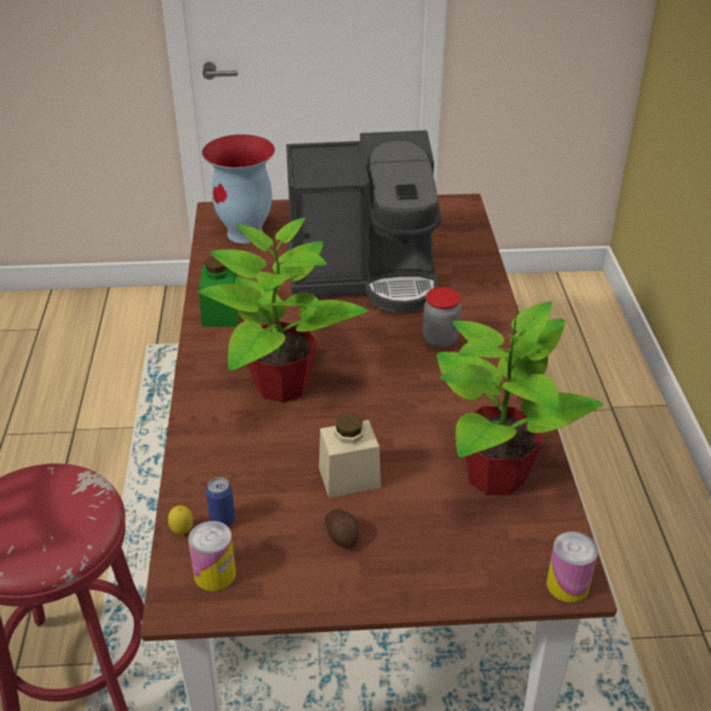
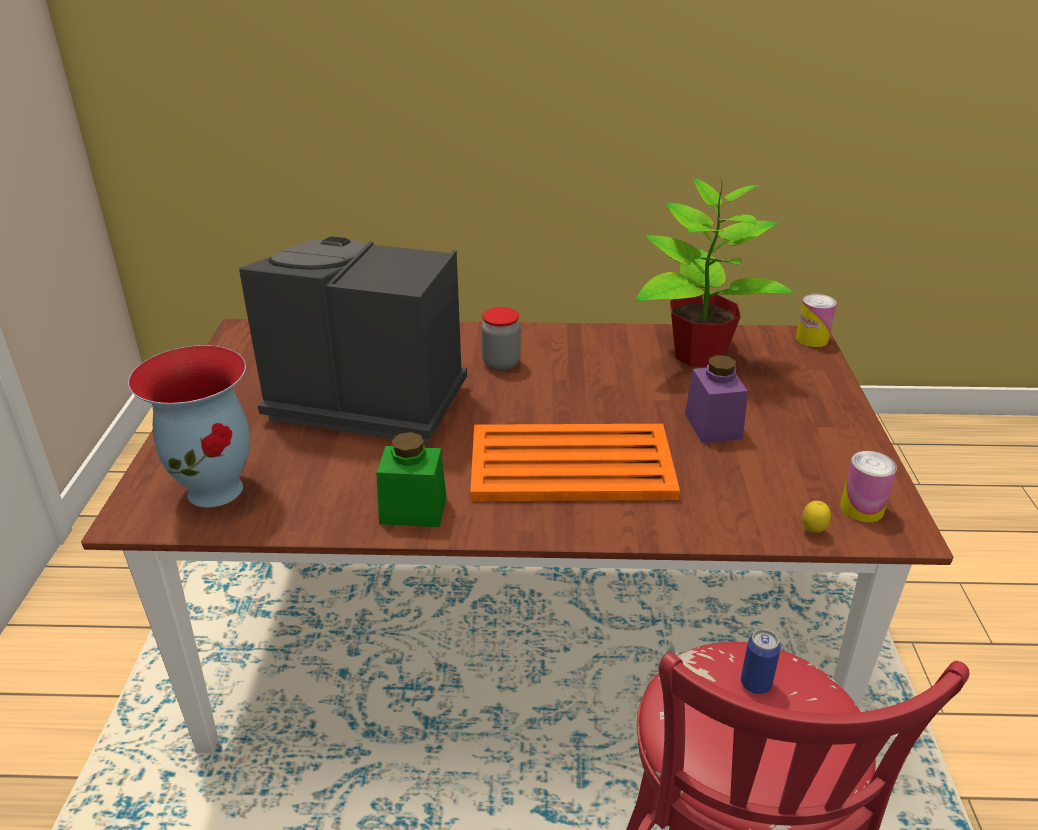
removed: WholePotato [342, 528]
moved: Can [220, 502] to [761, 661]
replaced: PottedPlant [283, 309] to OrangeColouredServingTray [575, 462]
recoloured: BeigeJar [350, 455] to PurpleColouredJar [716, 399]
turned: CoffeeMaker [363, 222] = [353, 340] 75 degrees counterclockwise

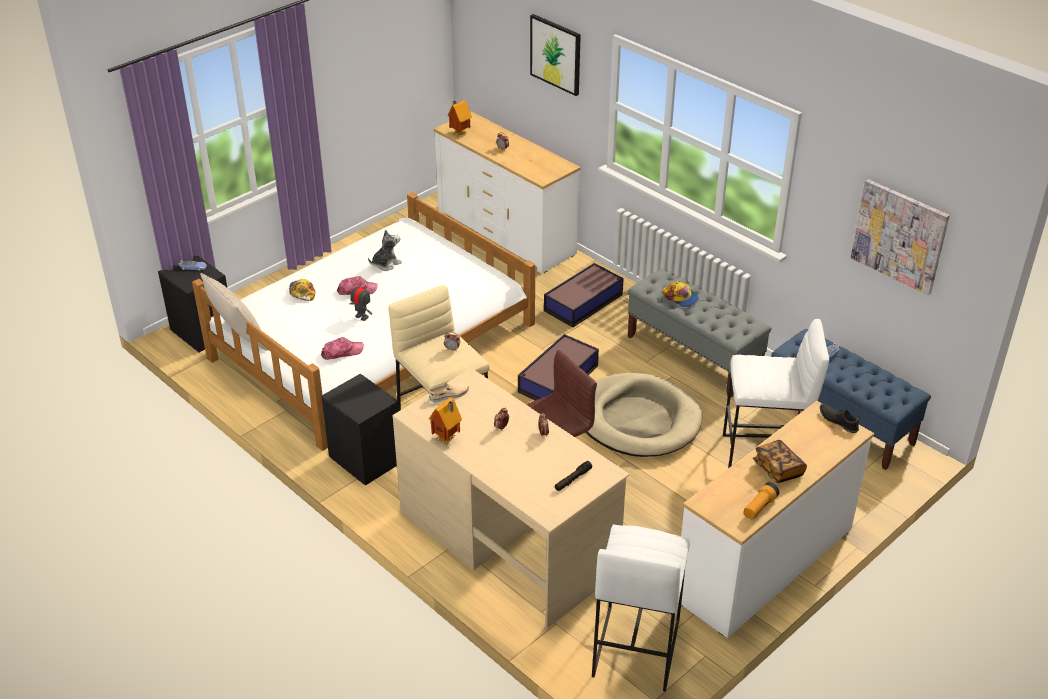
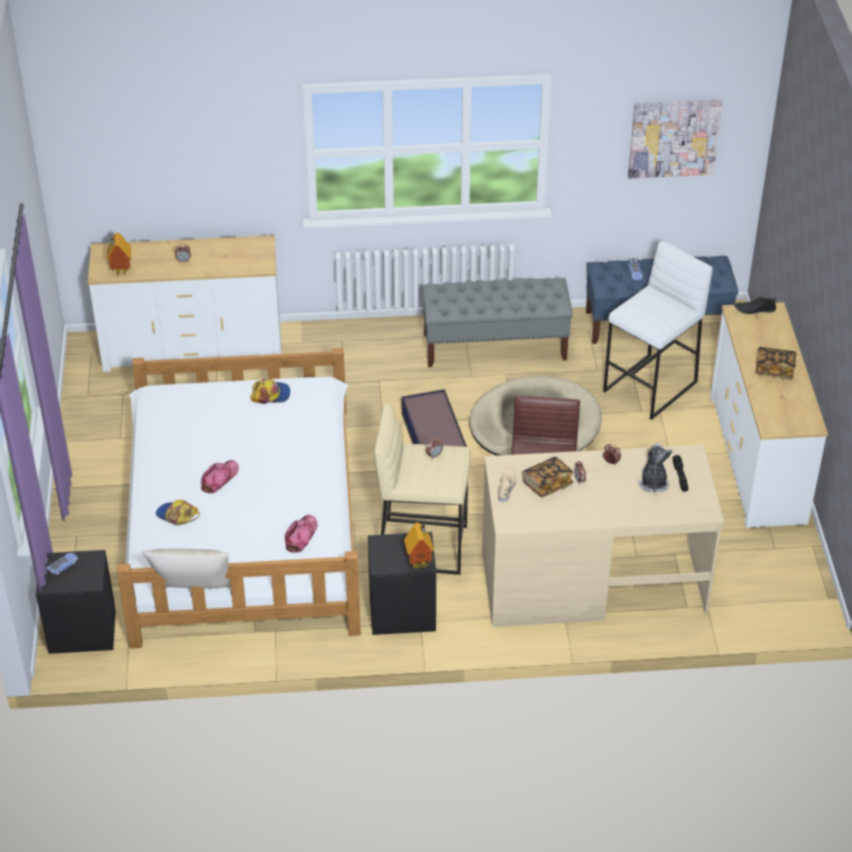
removed: ToyRobot [360, 301]; WallArt [555, 55]; StorageContainer [584, 295]; WhiteColouredSittingStool [641, 608]; HandTorch [761, 500]
added: Volume [548, 477]
moved: CuddlyToy [385, 250] to [655, 467]; ModelHouse [445, 421] to [419, 545]; BaseballCap [680, 293] to [270, 391]

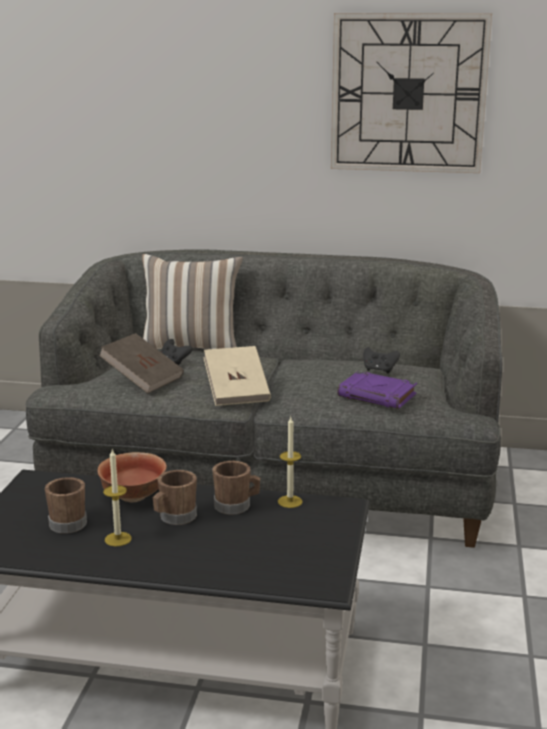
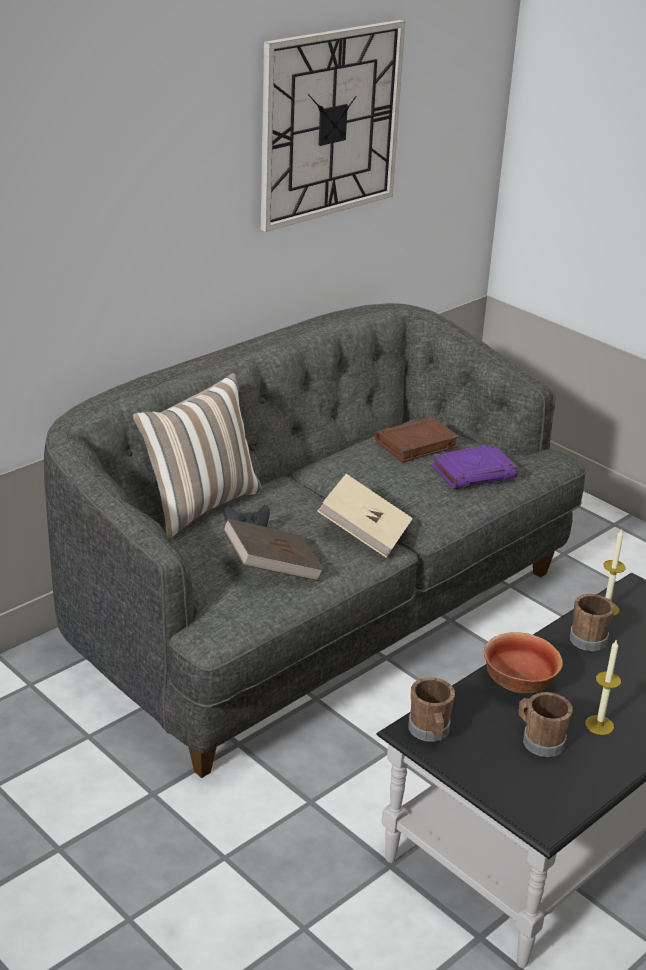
moved: BrownishTeaMug [175, 497] to [431, 709]
replaced: BlackGameController [381, 360] to BrownishVolume [417, 440]

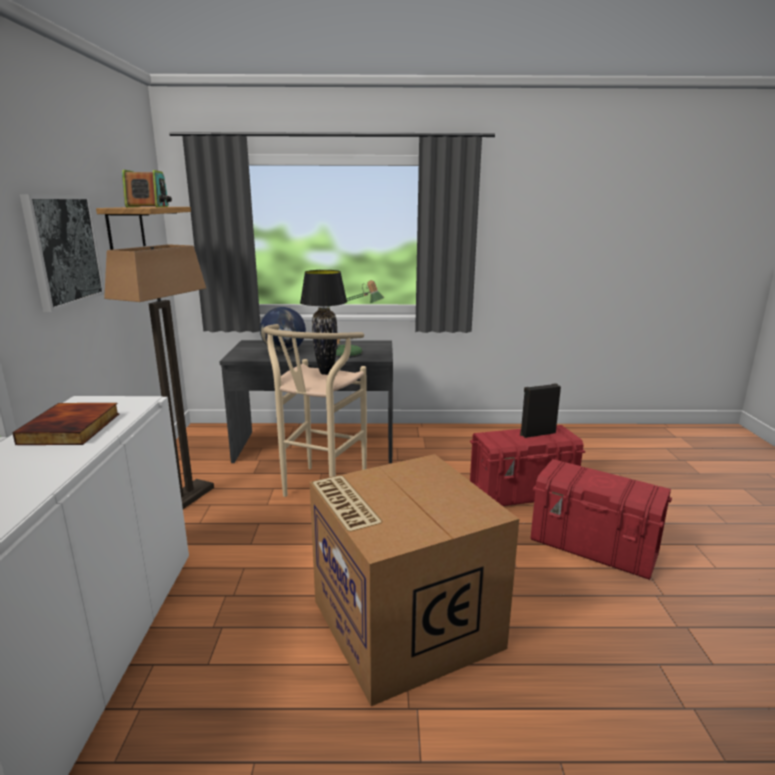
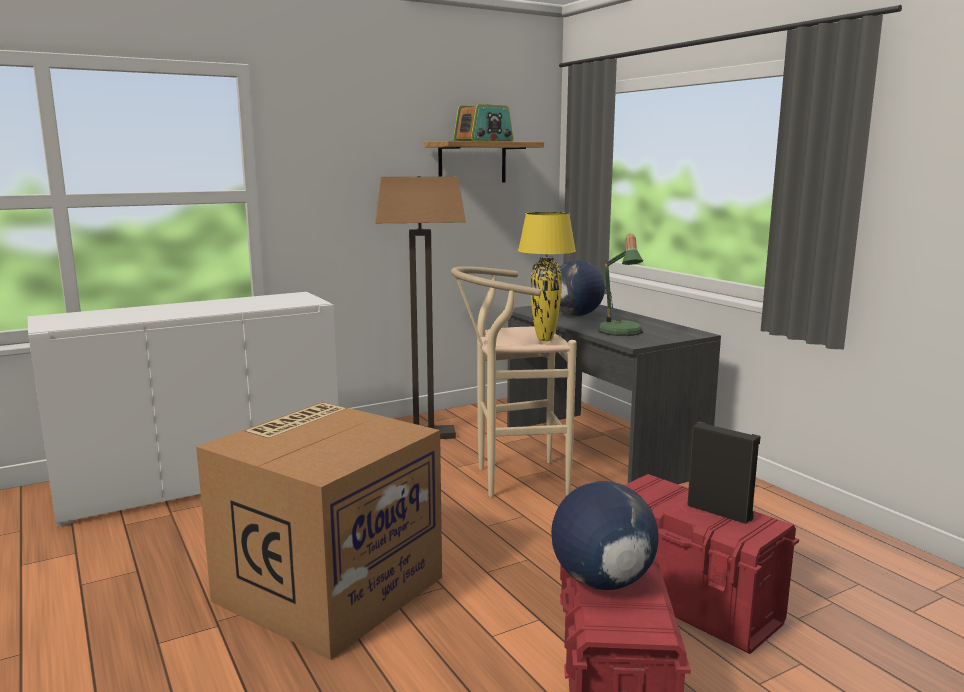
removed: Volume [65, 424]; WallArt [62, 253]
added: DeskGlobe [605, 535]
recoloured: BlackLampForATable [323, 322] to YellowLampForATable [547, 276]

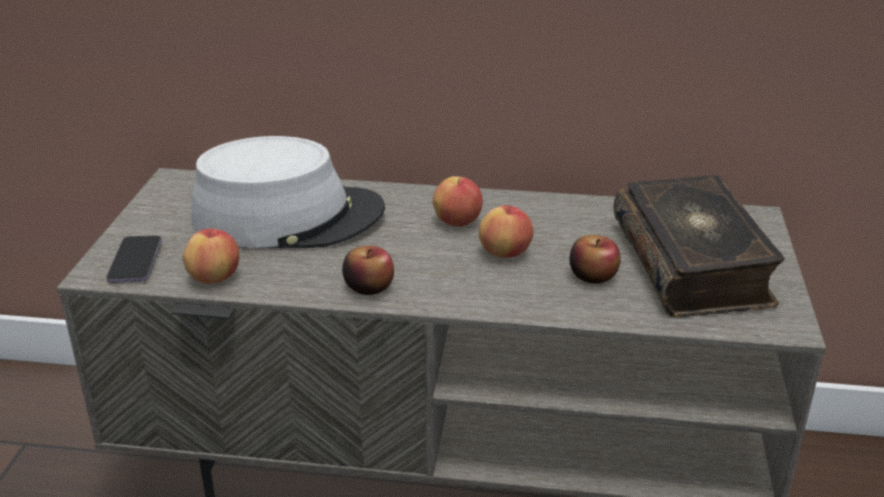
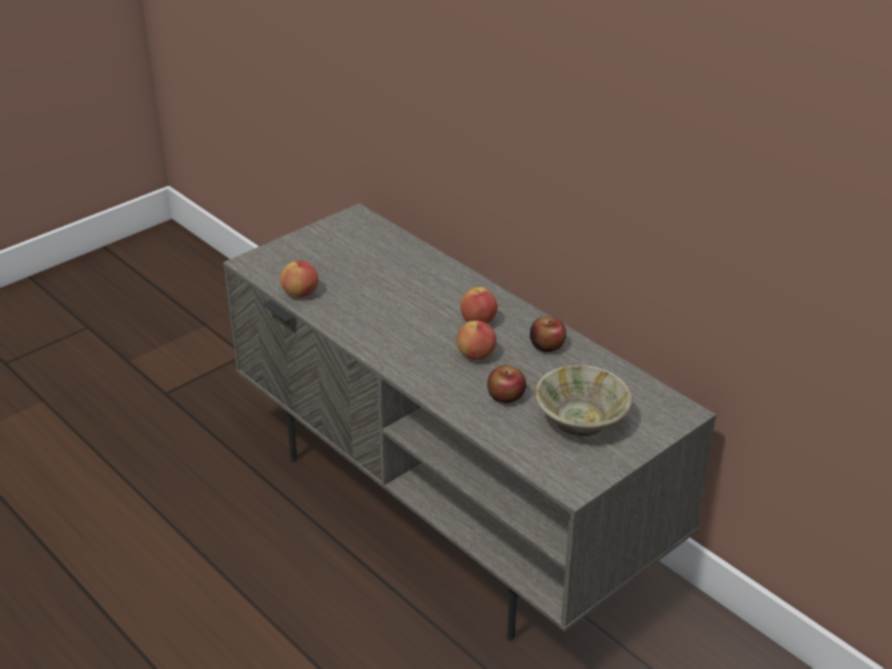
removed: Phone [134, 259]; GrayHat [288, 192]
moved: Apple [368, 270] to [548, 334]
replaced: Volume [699, 246] to BeigeBowl [583, 400]

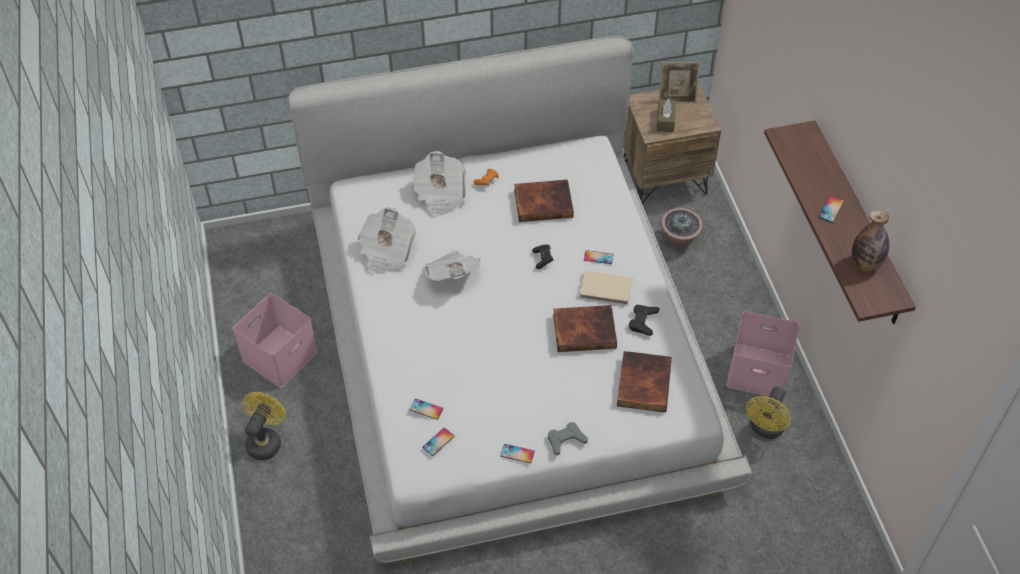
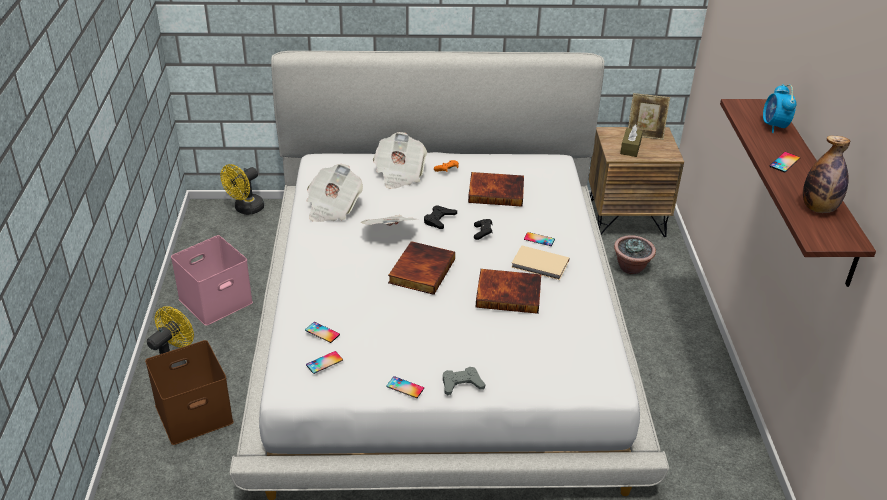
removed: PinkColouredStorageContainer [763, 354]
added: BrownishStorageContainer [189, 392]; AlarmClock [780, 108]
moved: Volume [644, 382] to [421, 267]; BlackGameController [644, 320] to [440, 217]; YellowFan [768, 413] to [242, 189]

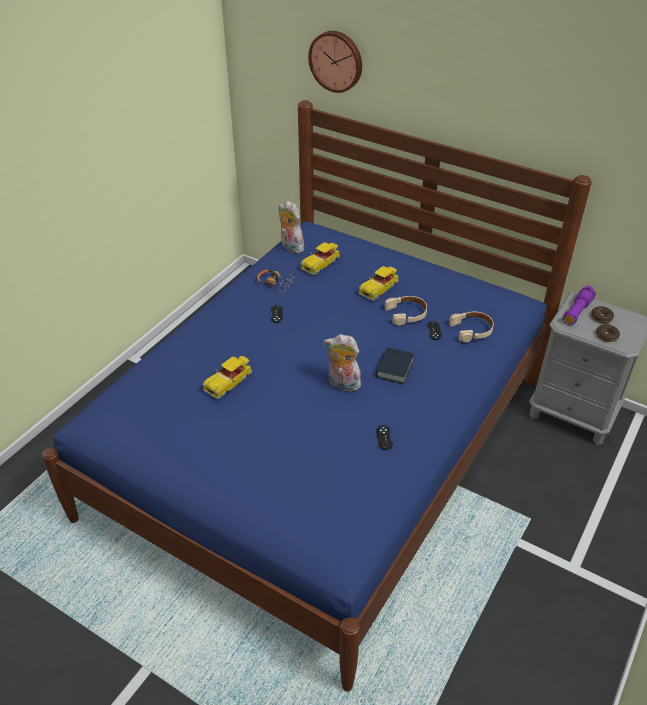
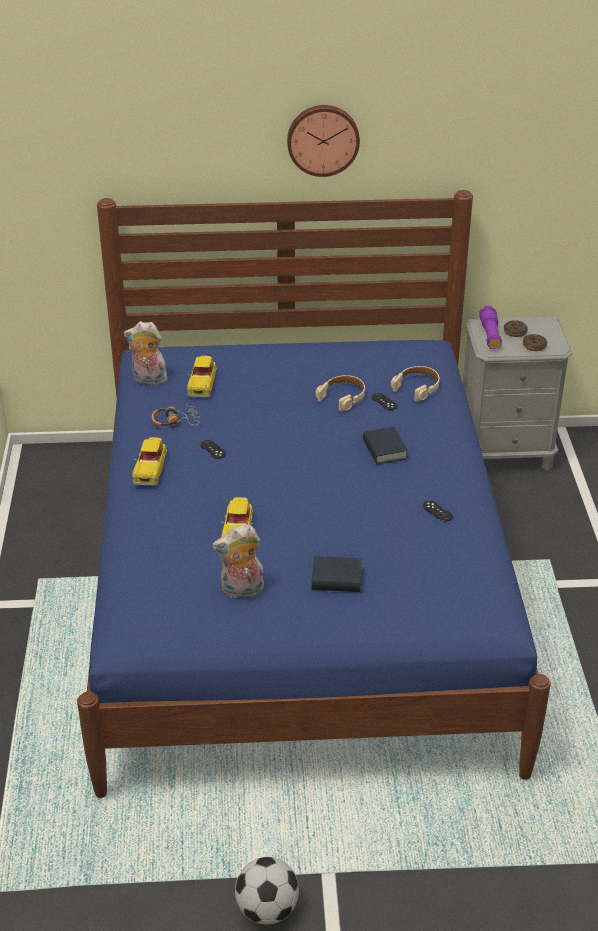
added: BallForFootball [267, 890]; Volume [336, 574]
moved: ClockOnTheWall [335, 62] to [323, 141]; CuddlyToy [342, 363] to [238, 561]; ToyCar [379, 283] to [149, 461]

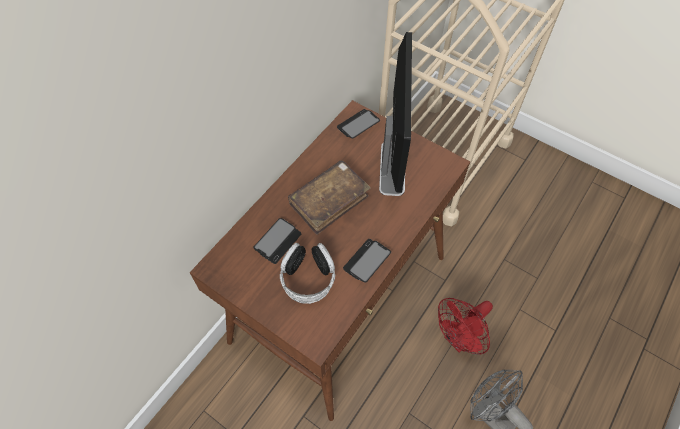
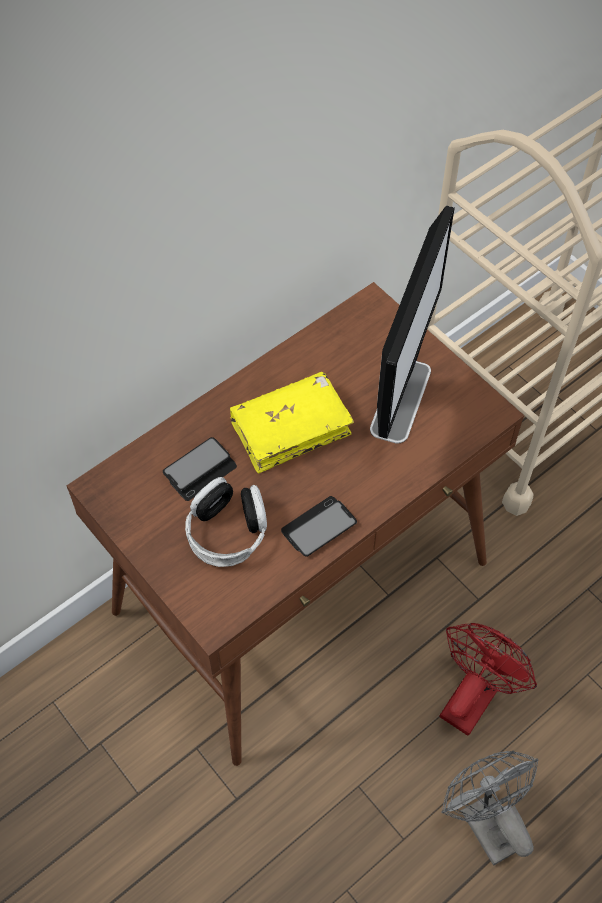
removed: Phone [358, 124]
recoloured: BrownishVolume [329, 197] to YellowVolume [292, 422]
turned: RedFan [465, 326] = [488, 679] 150 degrees clockwise

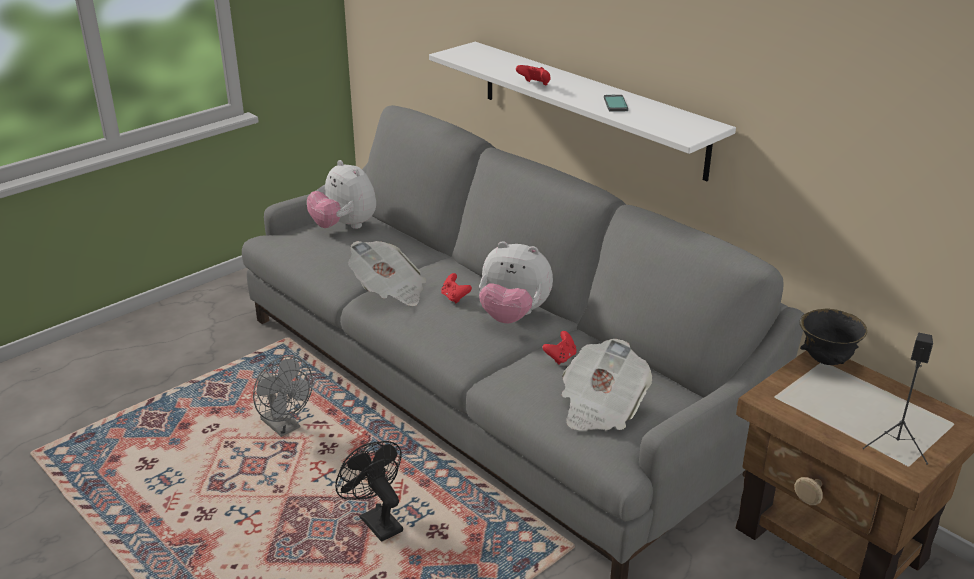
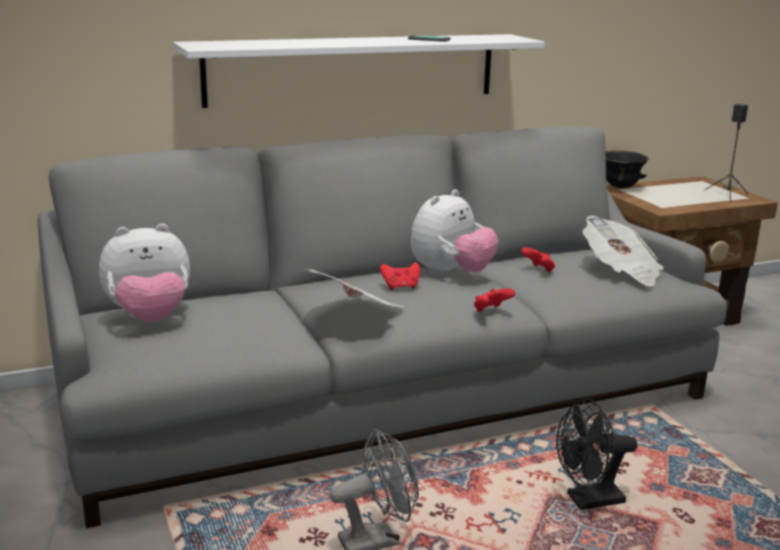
moved: RedGameController [533, 75] to [494, 300]

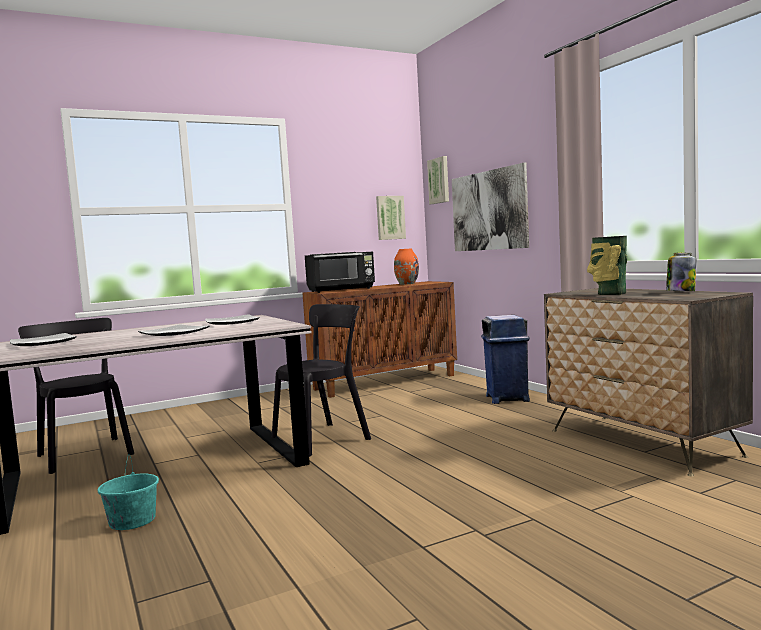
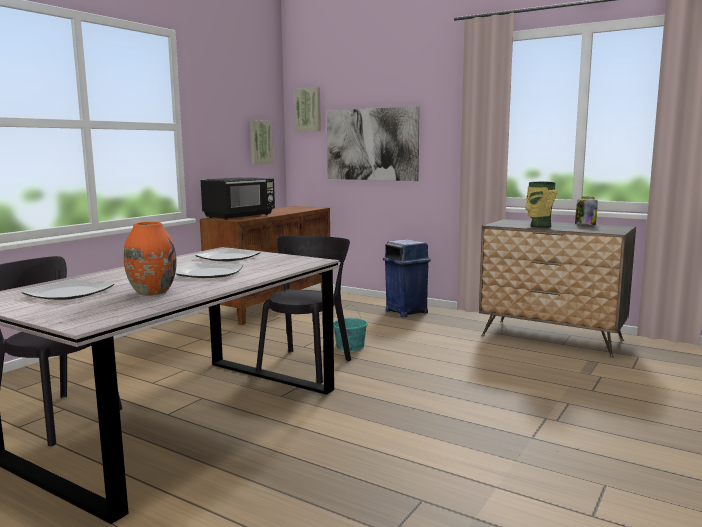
moved: BlueGreenPail [128, 492] to [350, 327]; OrangeColouredDecorativeVase [406, 266] to [150, 259]

